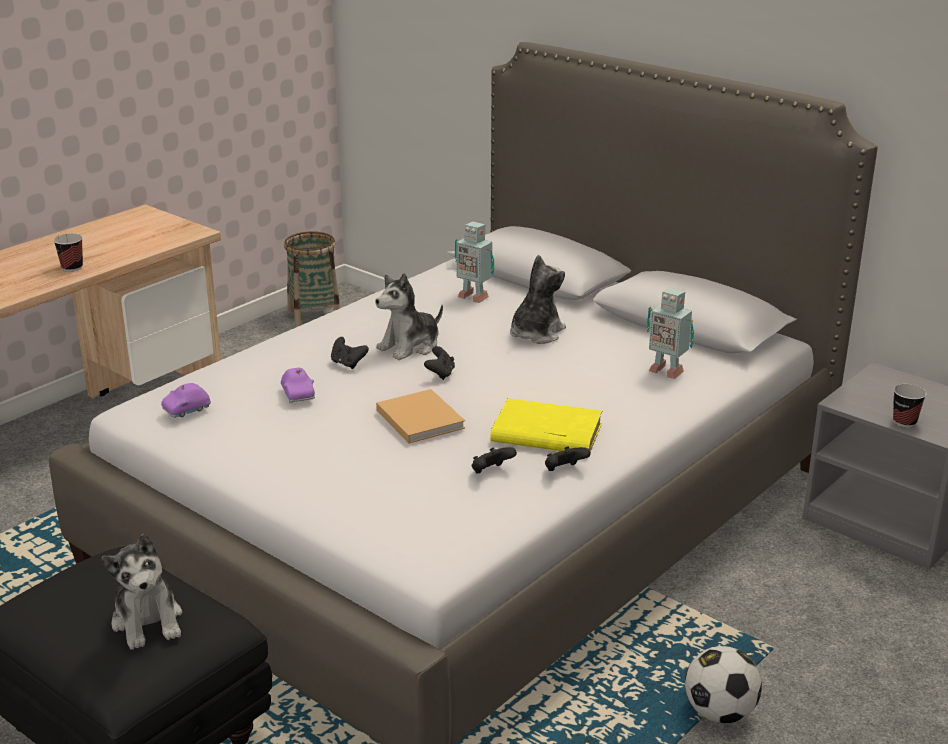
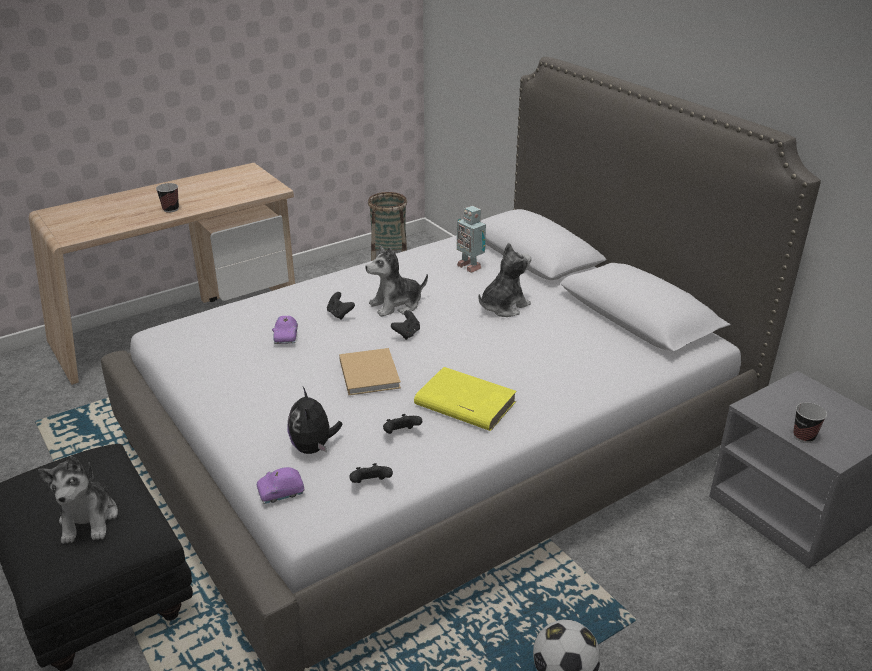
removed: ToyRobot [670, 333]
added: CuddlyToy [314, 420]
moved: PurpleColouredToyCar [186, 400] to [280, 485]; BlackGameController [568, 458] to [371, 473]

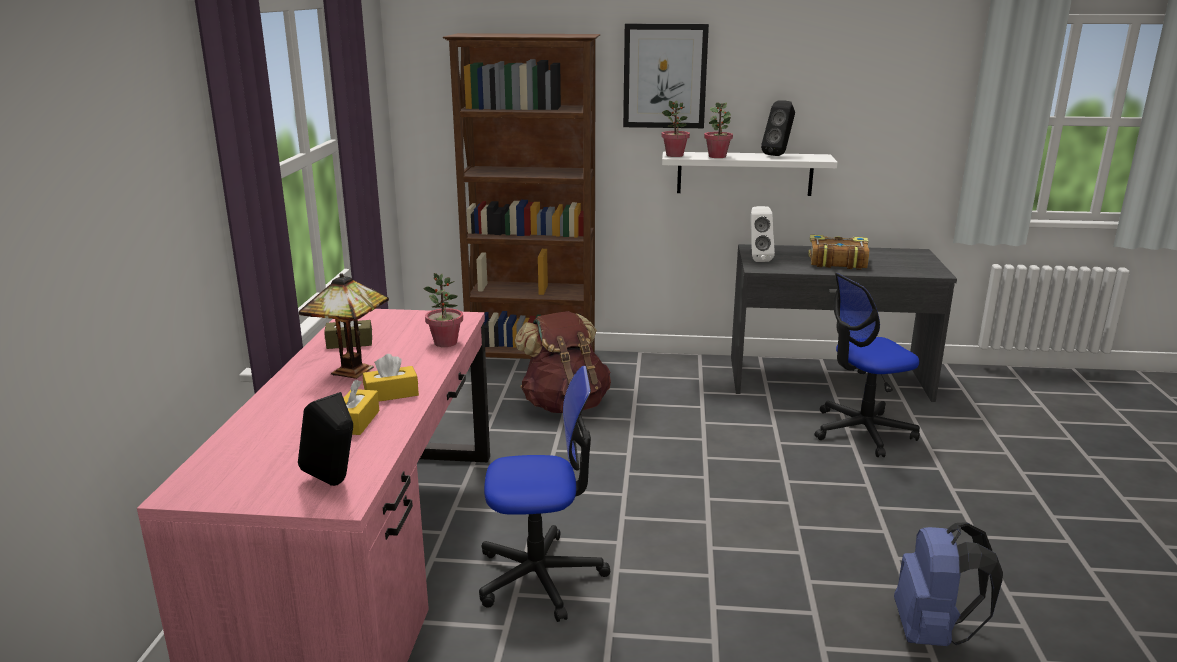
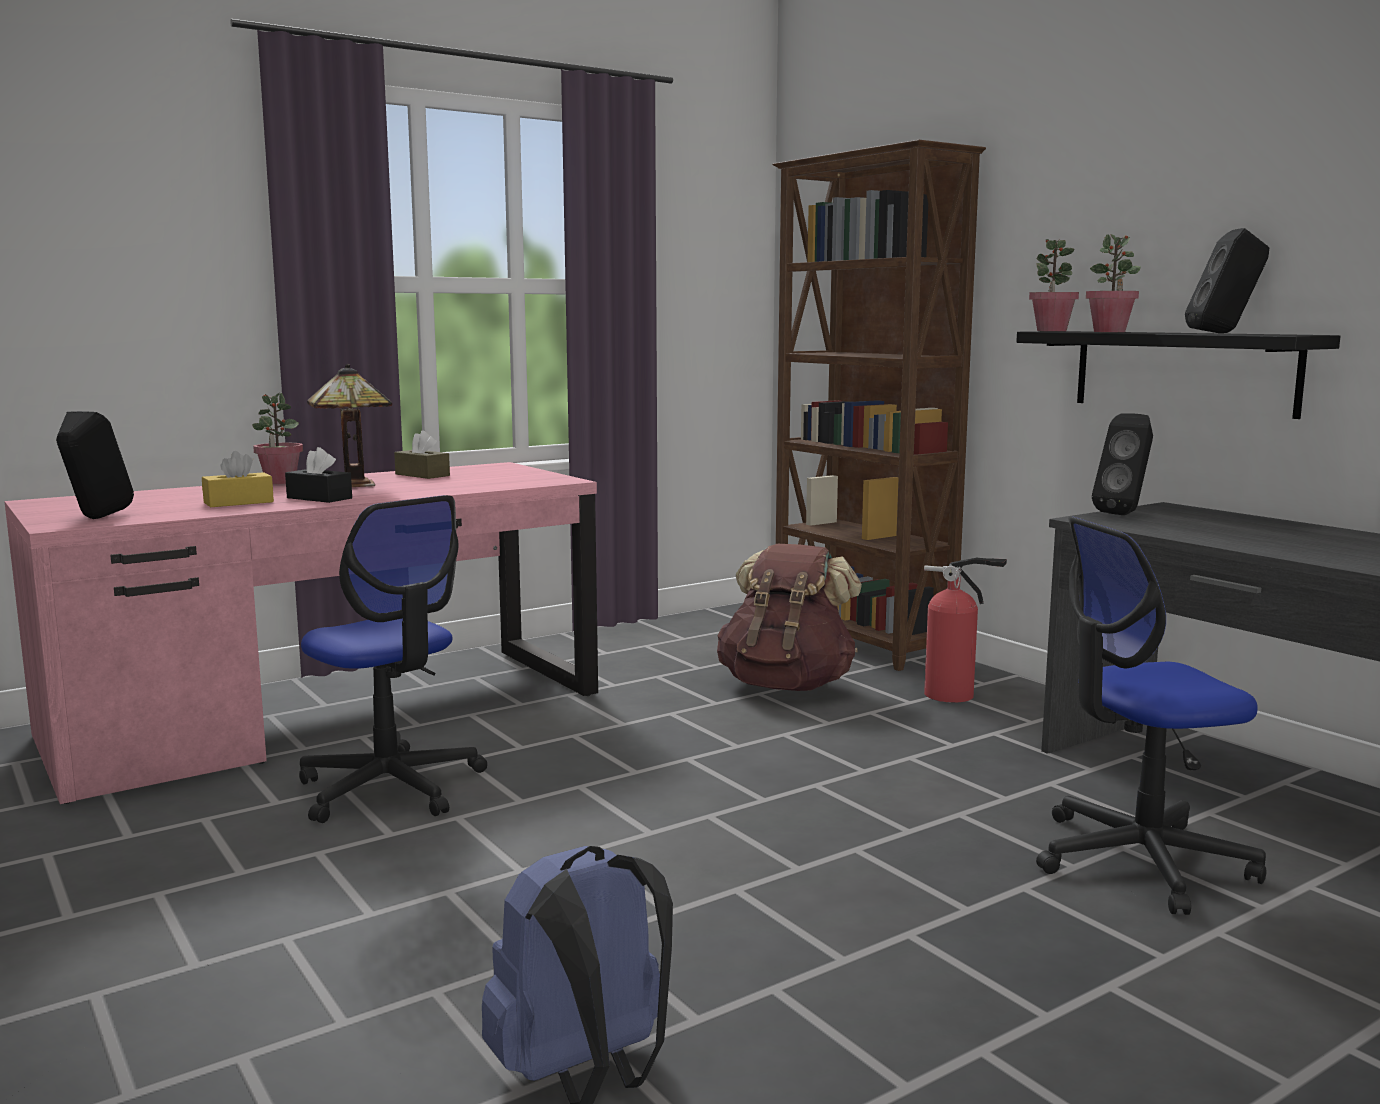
removed: WallArt [666, 76]; Volume [838, 252]
added: FireExtinguisher [965, 630]
moved: PottedPlant [443, 310] to [277, 438]
recoloured: YellowTissueBox [391, 378] to BlackTissueBox [318, 475]; WhiteColouredBracketShelf [750, 174] to BlackBracketShelf [1178, 375]; WhiteColouredLoudspeaker [762, 234] to BlackLoudspeaker [1122, 464]
turned: OfficeChair [867, 365] = [1151, 716] 45 degrees counterclockwise

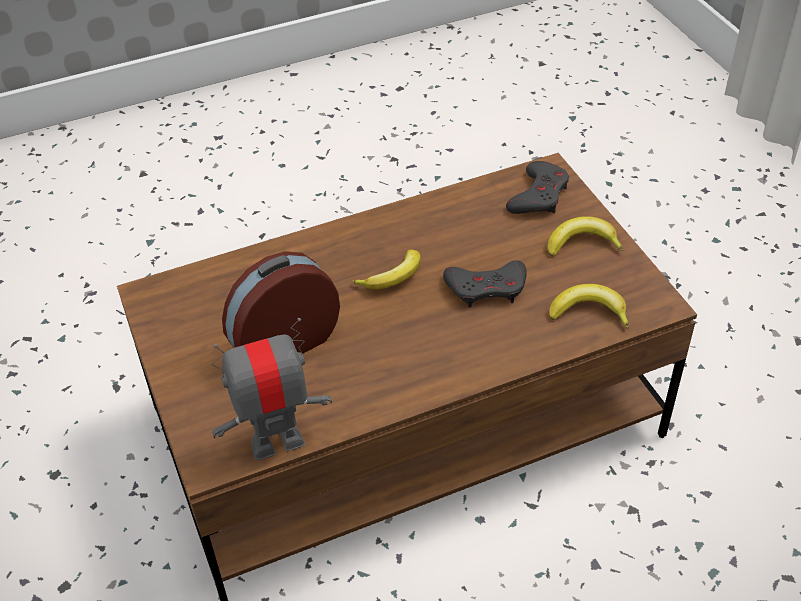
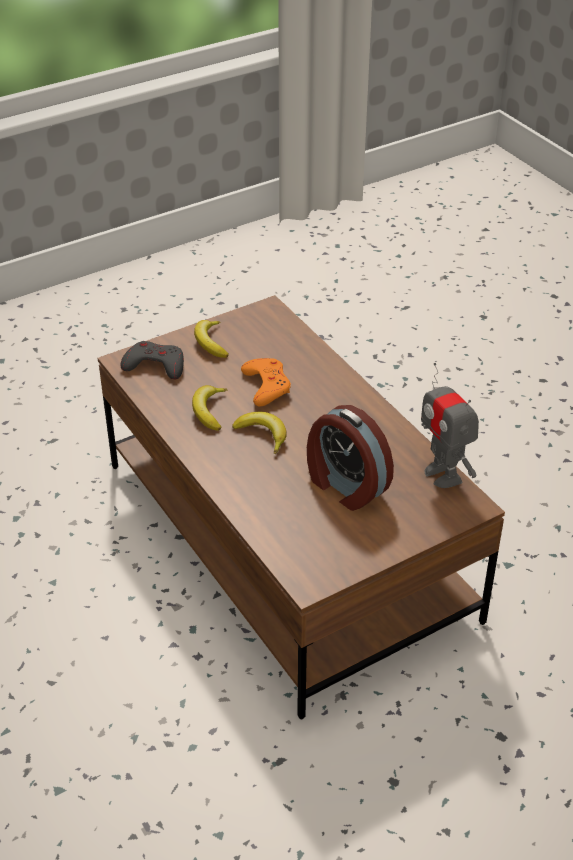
moved: BananaFruit [589, 306] to [210, 408]
recoloured: GrayGameController [485, 284] to OrangeColouredGameController [266, 382]

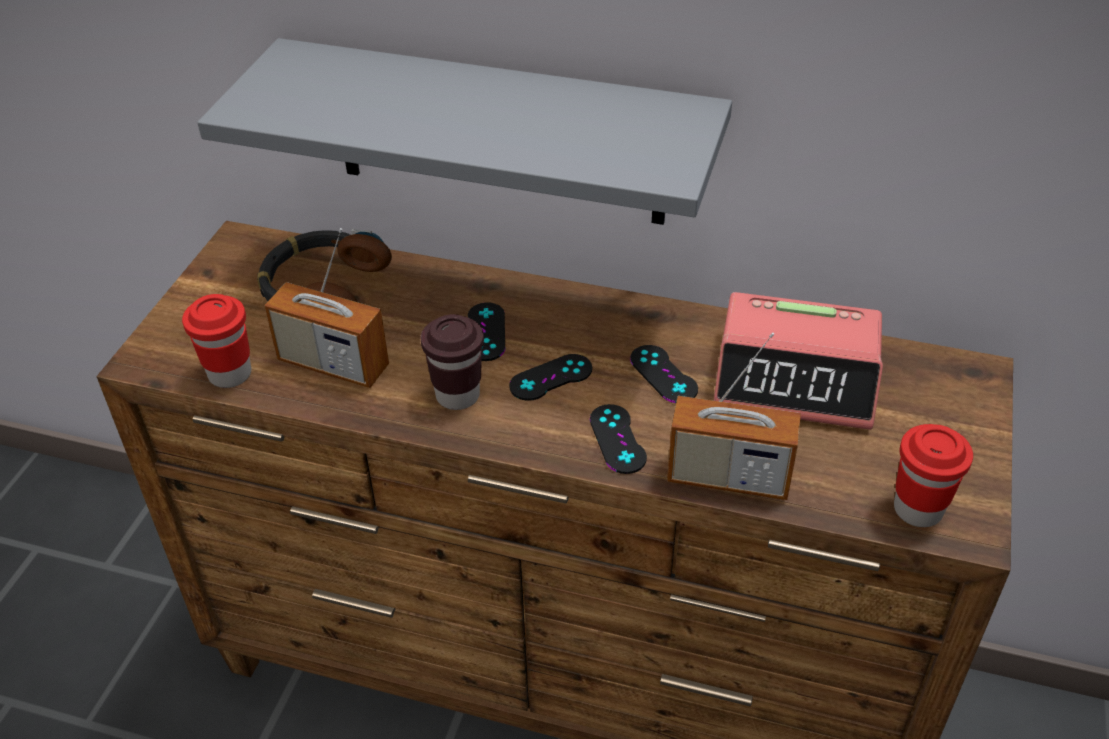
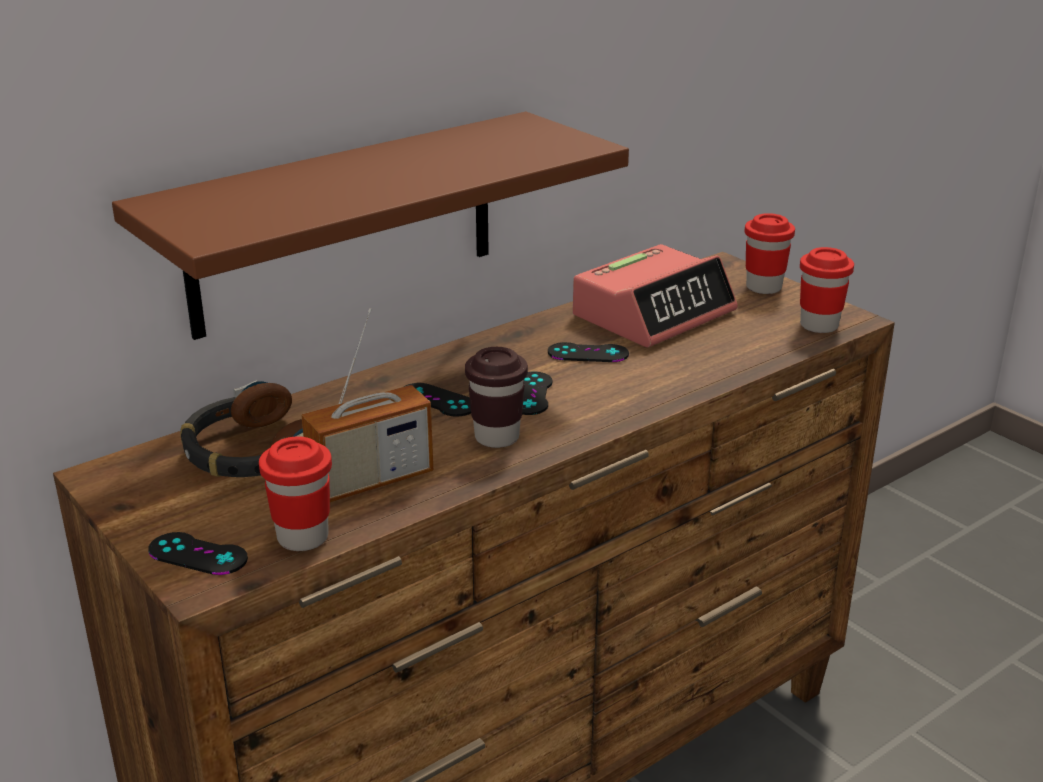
removed: Radio [734, 416]
added: RedDrinkingCup [770, 253]
moved: BlackGameController [618, 439] to [198, 553]
recoloured: GrayBracketShelf [464, 131] to BrownishBracketShelf [370, 226]

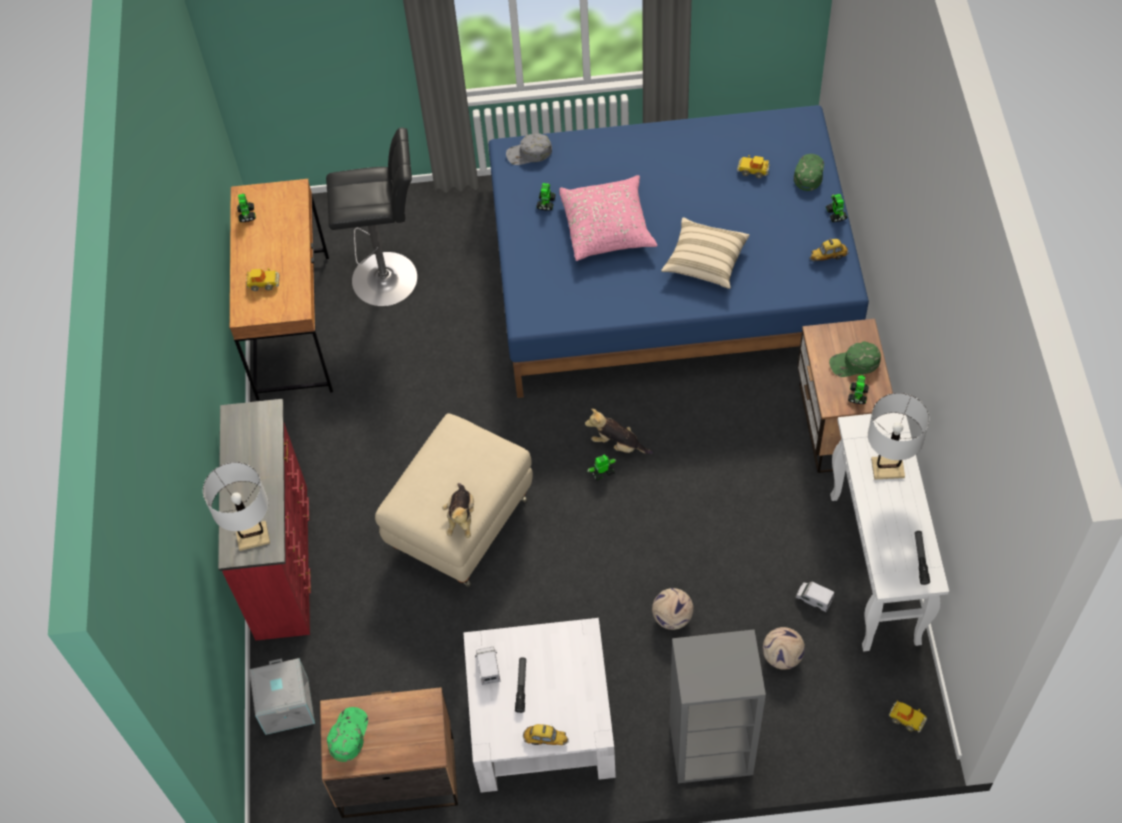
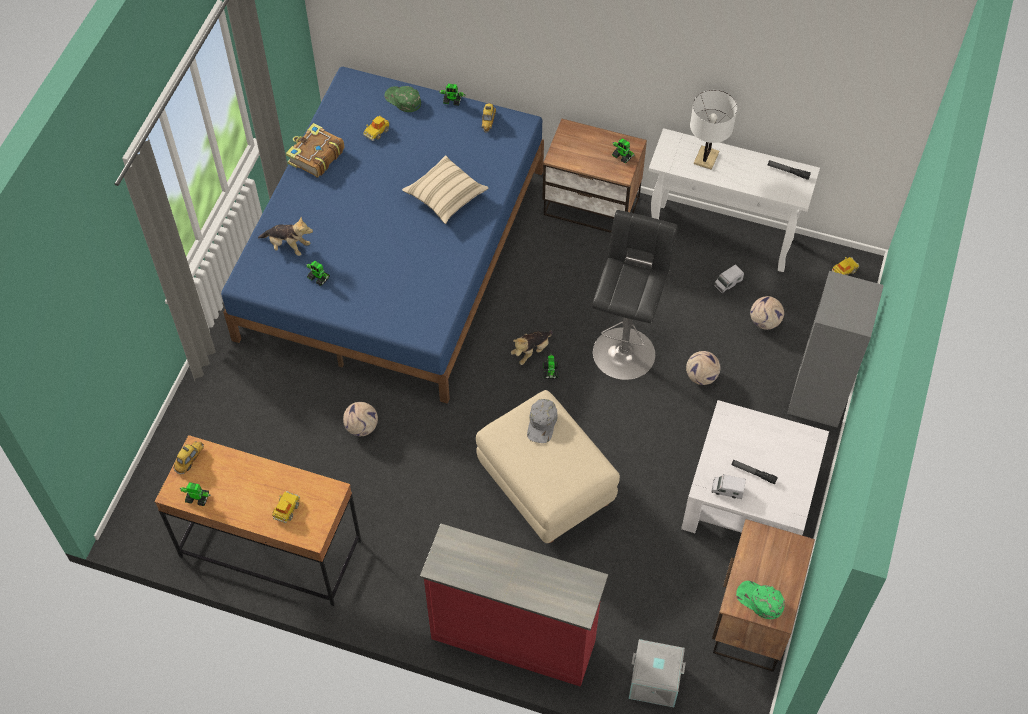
removed: WhiteColouredLampForATable [236, 506]; PinkColouredPillow [608, 218]; GreenBaseballCap [855, 359]
added: Volume [315, 150]; BallForFootball [360, 419]
moved: BlackSittingStool [371, 217] to [635, 295]; CuddlyToy [458, 510] to [285, 236]; GrayBaseballCap [529, 149] to [542, 421]; ToyCar [546, 734] to [188, 457]

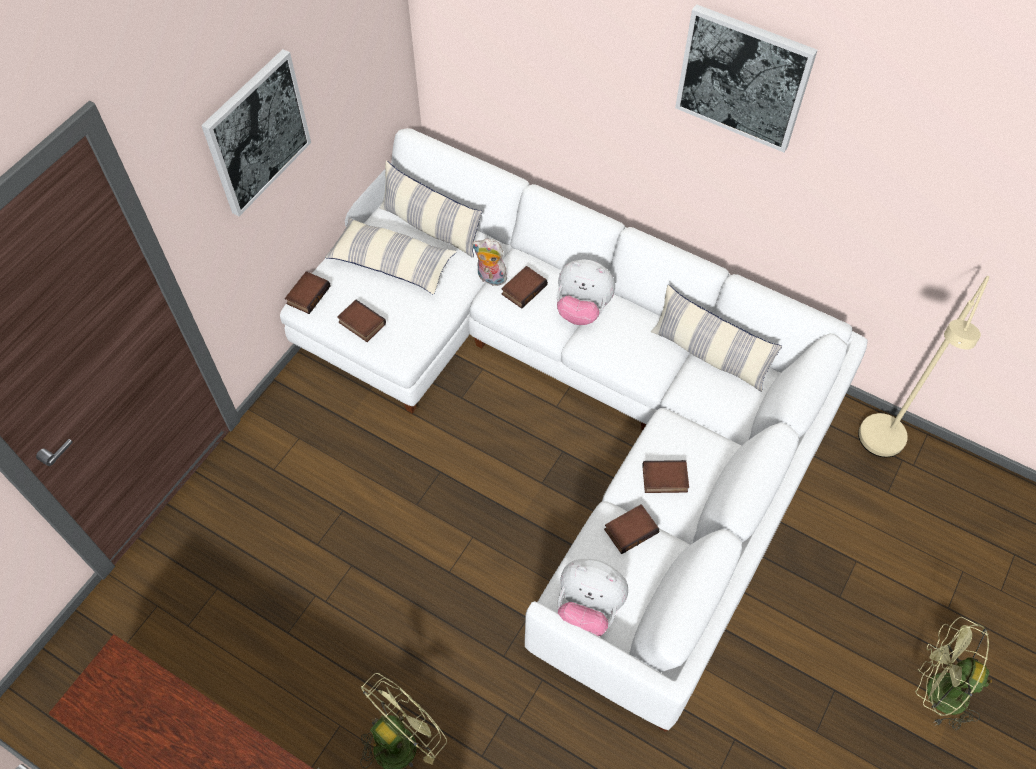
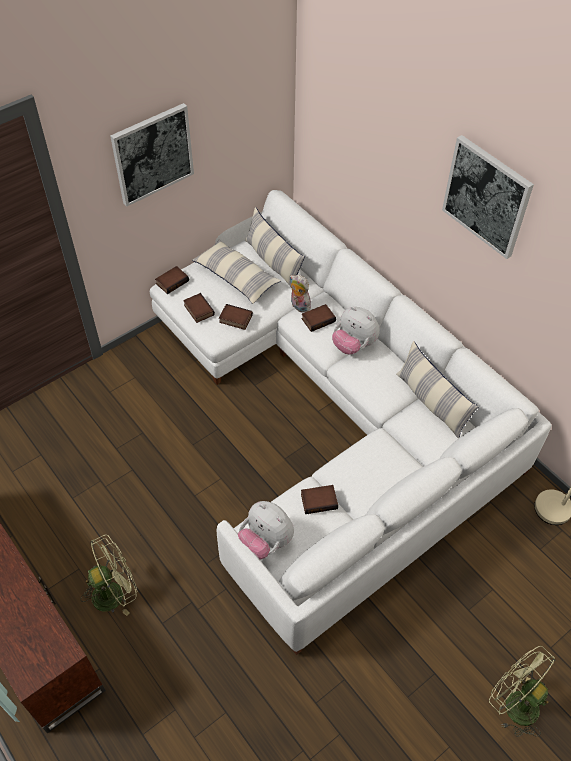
moved: Volume [665, 476] to [236, 317]

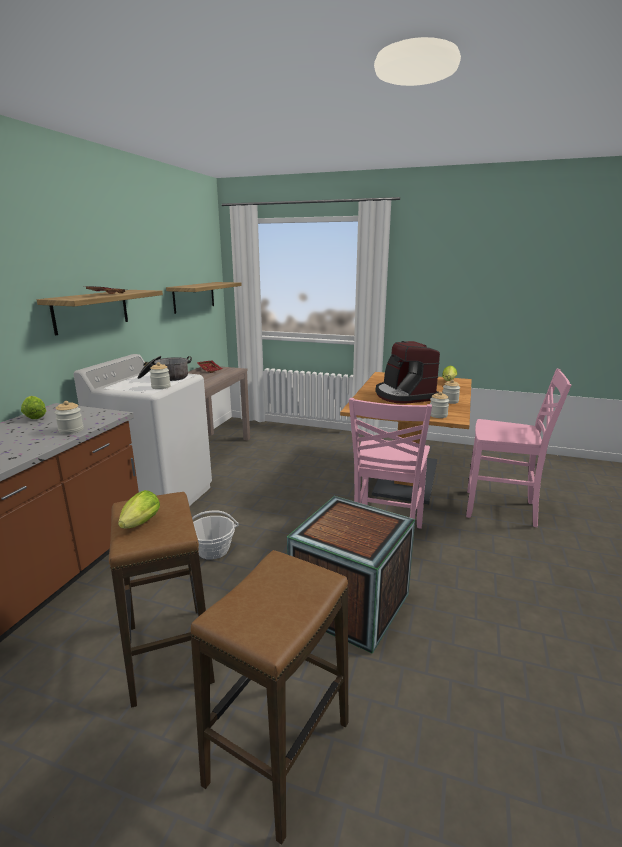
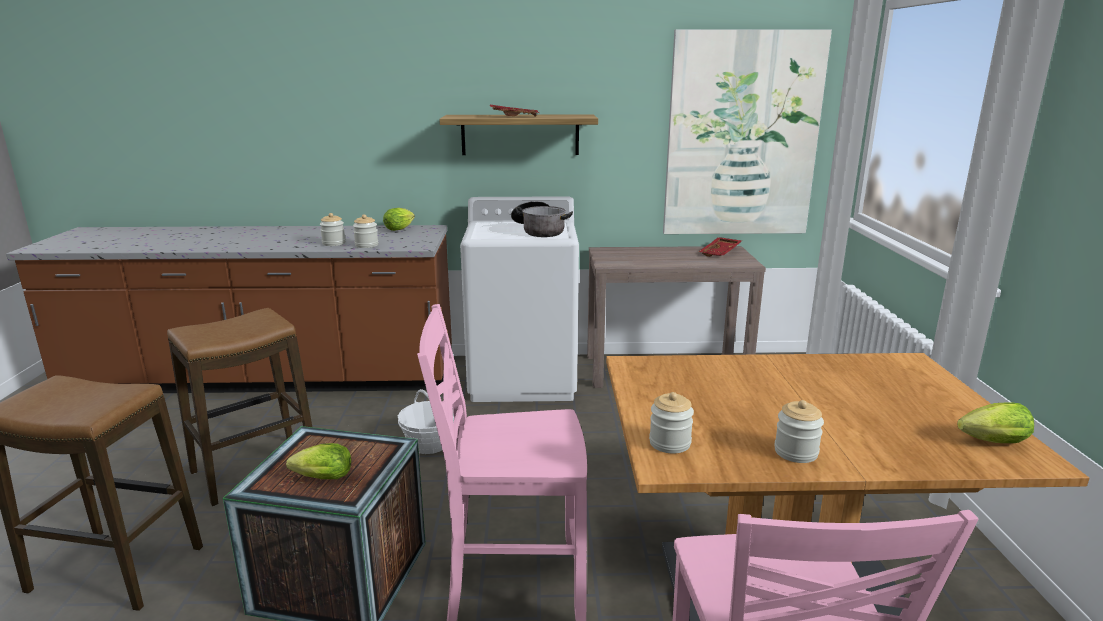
removed: CoffeeMaker [407, 372]
moved: HeadOfLettuce [139, 509] to [318, 461]; Jar [160, 375] to [333, 229]
replaced: BracketShelf [204, 298] to WallArt [747, 131]

